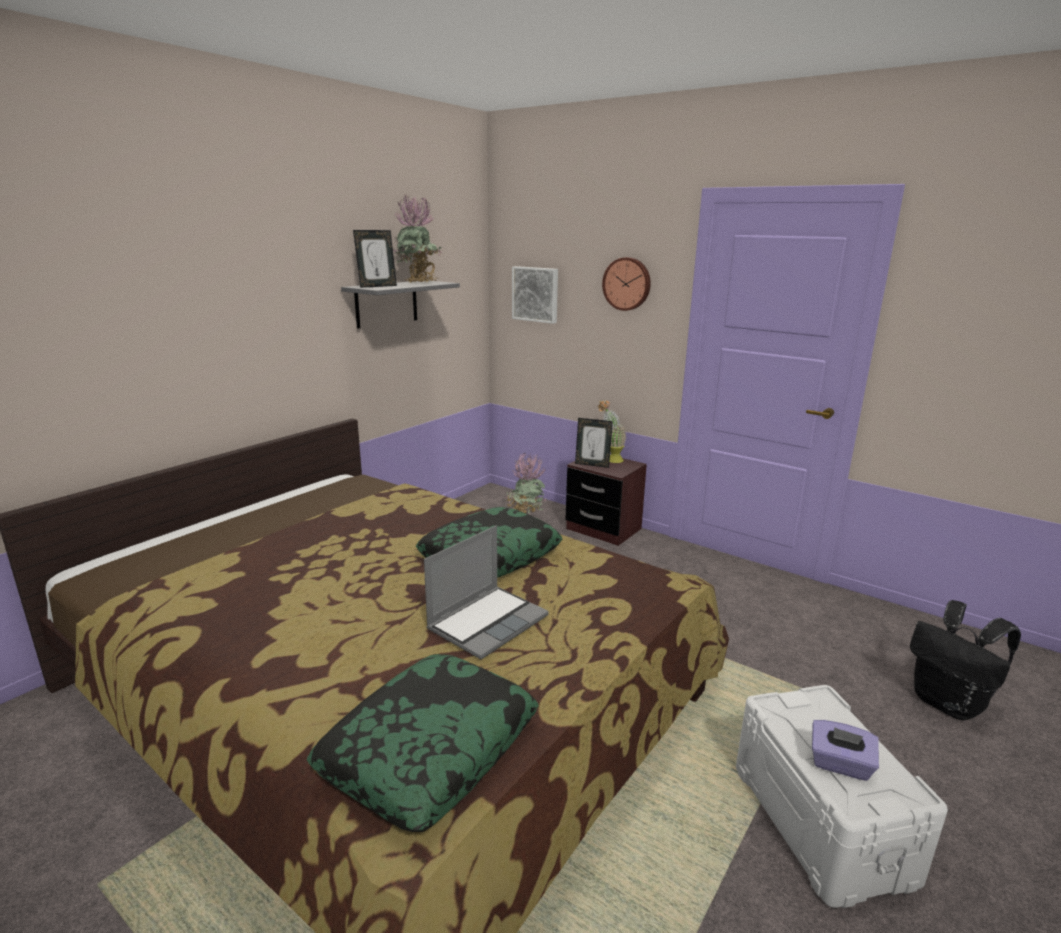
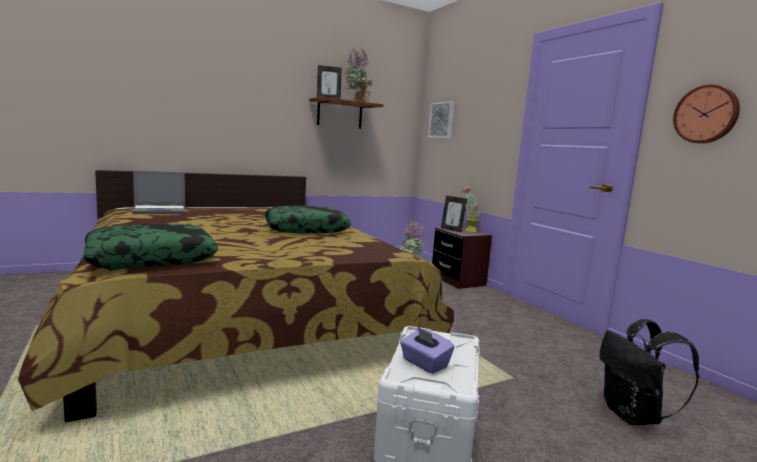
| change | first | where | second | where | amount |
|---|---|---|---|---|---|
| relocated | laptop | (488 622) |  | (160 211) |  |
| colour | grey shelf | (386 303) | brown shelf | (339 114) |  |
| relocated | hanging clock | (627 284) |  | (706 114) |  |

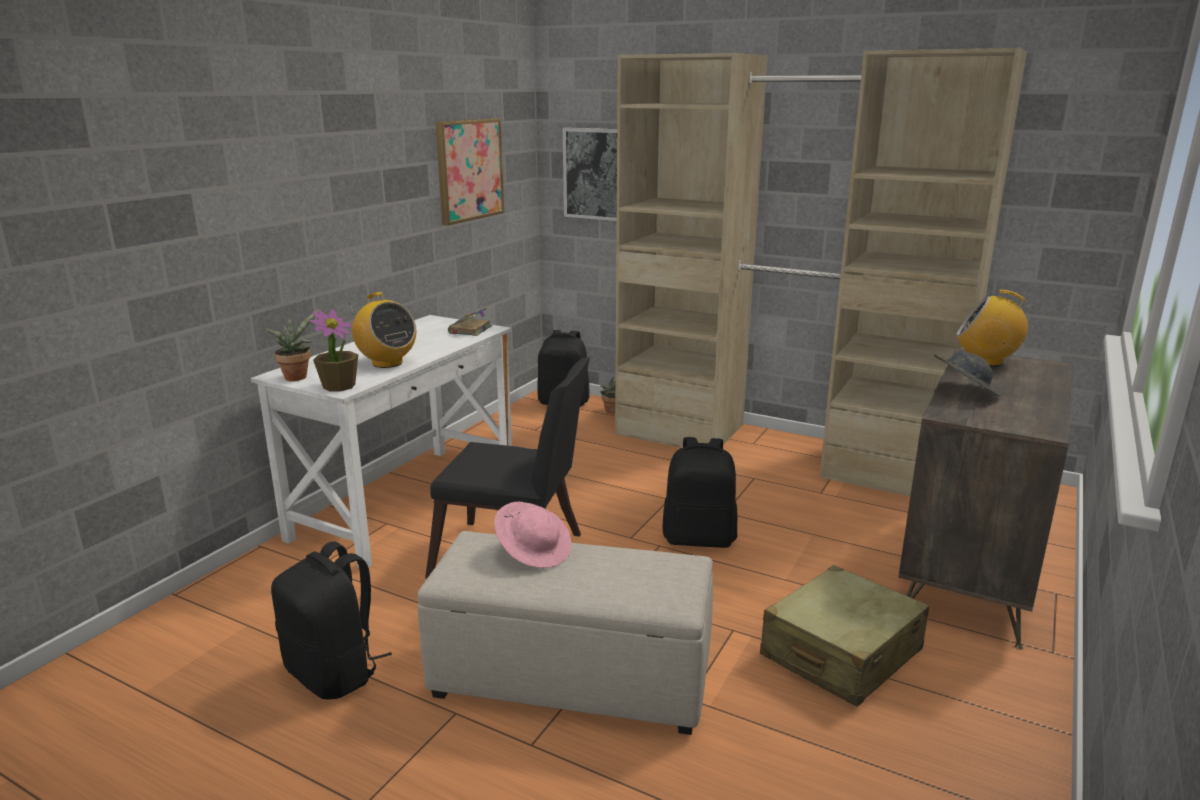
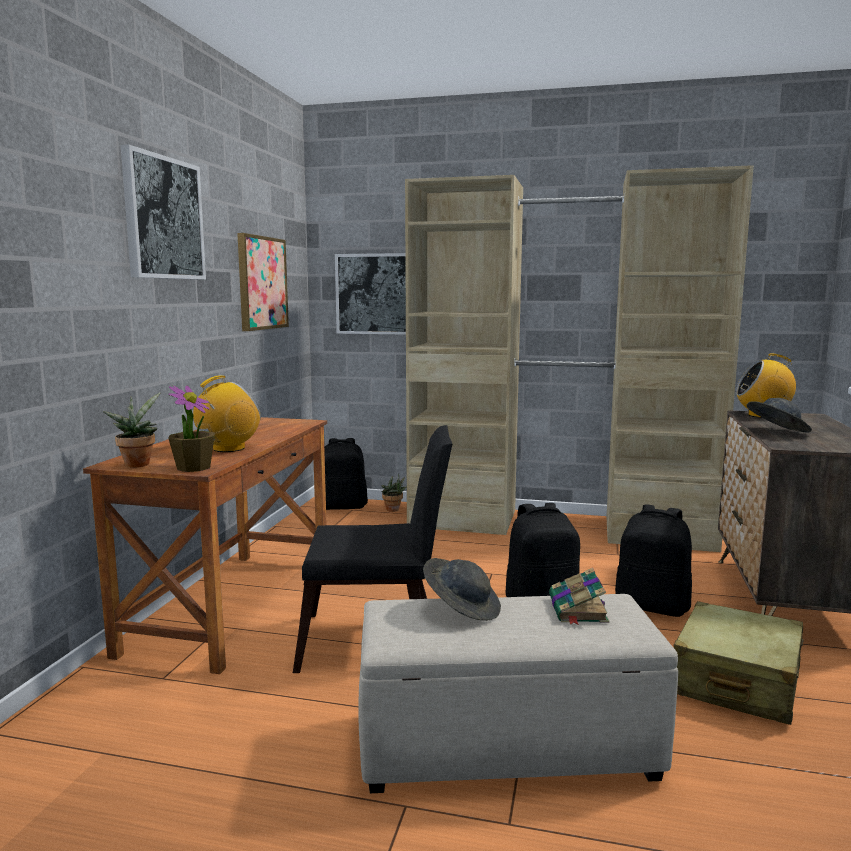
| change | first | where | second | where | amount |
|---|---|---|---|---|---|
| colour | white-coloured desk unit | (406 502) | brown desk unit | (232 605) |  |
| appeared |  |  | picture | (163 218) |  |
| spun | radio | (387 363) |  | (228 449) | 75 degrees counterclockwise |
| colour | pink-coloured wearable hat | (534 551) | grey wearable hat | (462 608) |  |
| relocated | bound book | (469 330) |  | (578 610) |  |
| relocated | blackish knapsack | (334 673) |  | (652 606) |  |

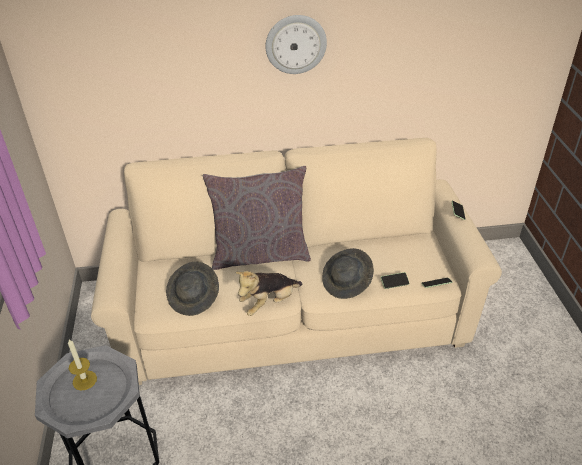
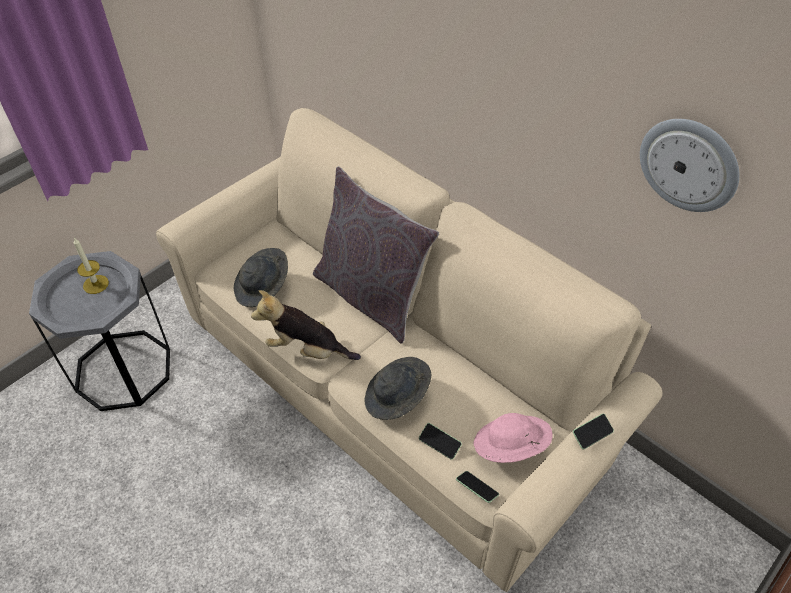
| change | first | where | second | where | amount |
|---|---|---|---|---|---|
| appeared |  |  | pink-coloured wearable hat | (510 447) |  |
| relocated | hanging clock | (295 44) |  | (689 164) |  |

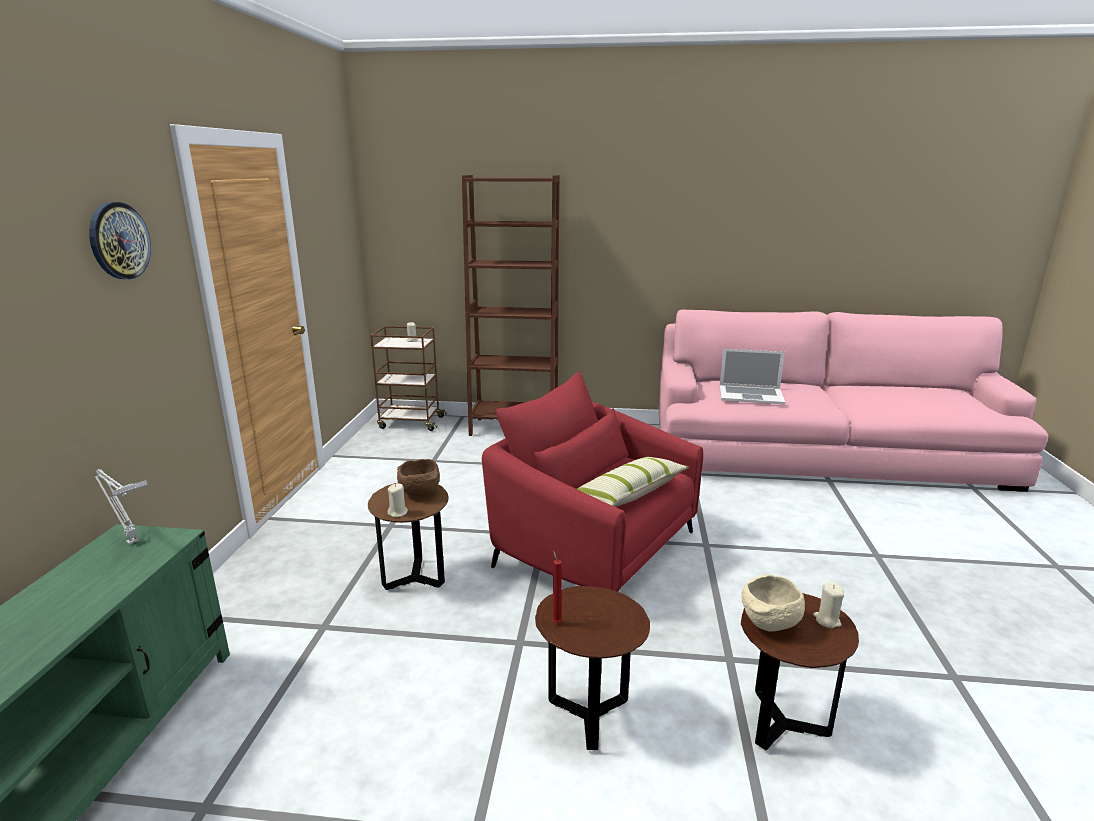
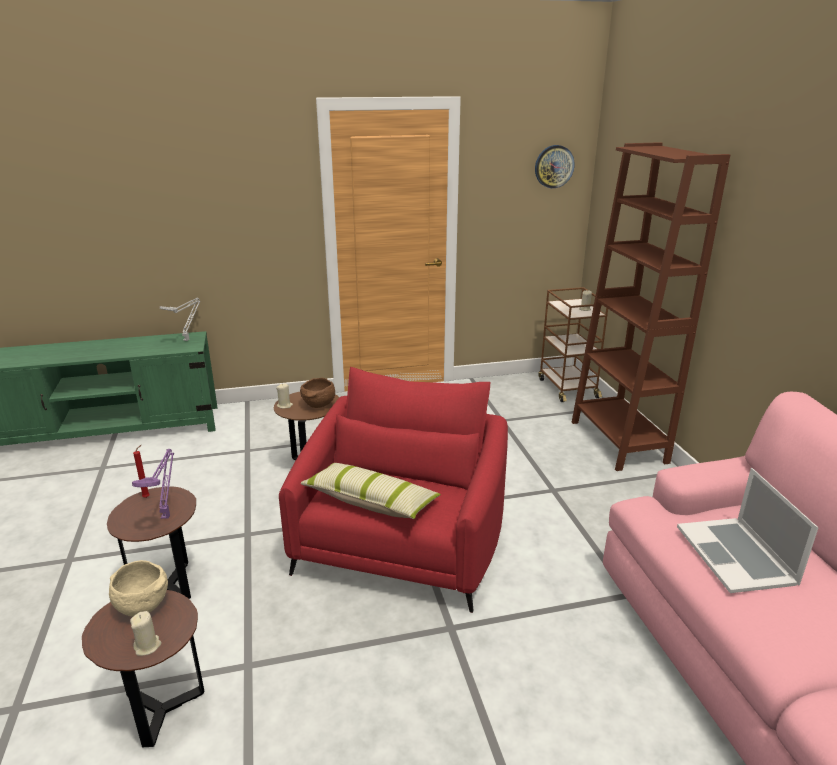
| change | first | where | second | where | amount |
|---|---|---|---|---|---|
| appeared |  |  | purple-coloured lamp for a table | (166 515) |  |
| relocated | hanging clock | (119 241) |  | (554 166) |  |

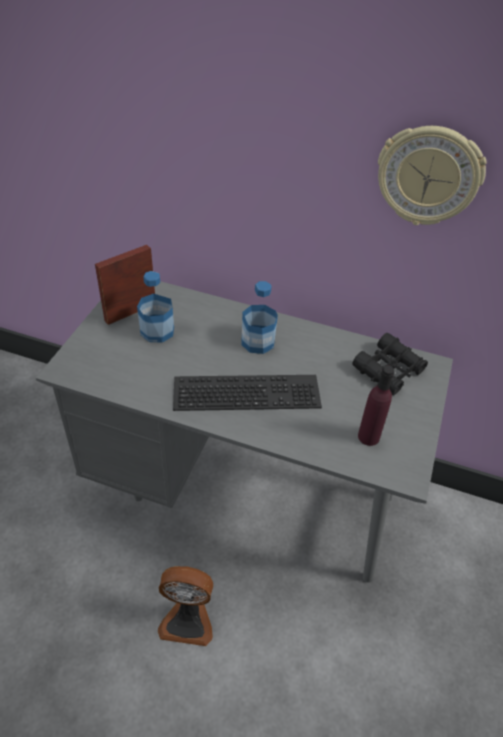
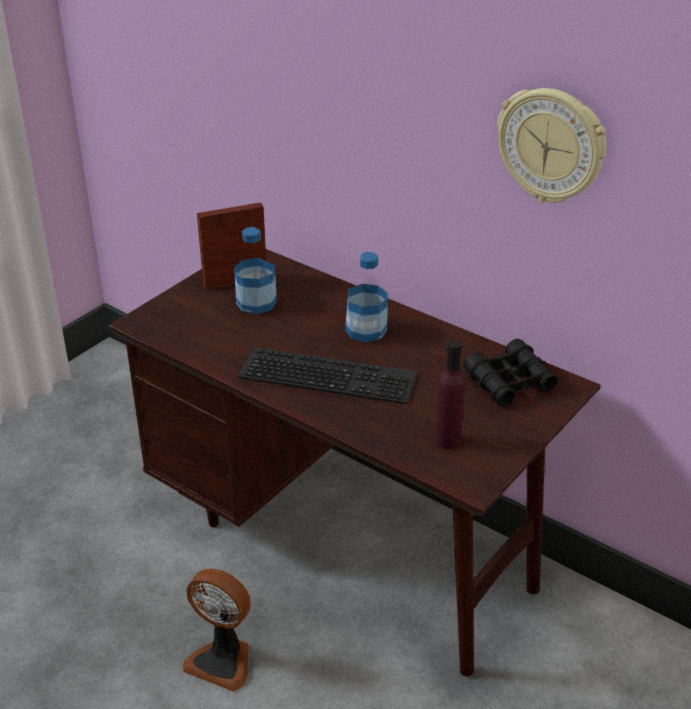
| change | first | where | second | where | amount |
|---|---|---|---|---|---|
| colour | grey desk unit | (244 490) | brown desk unit | (346 543) |  |

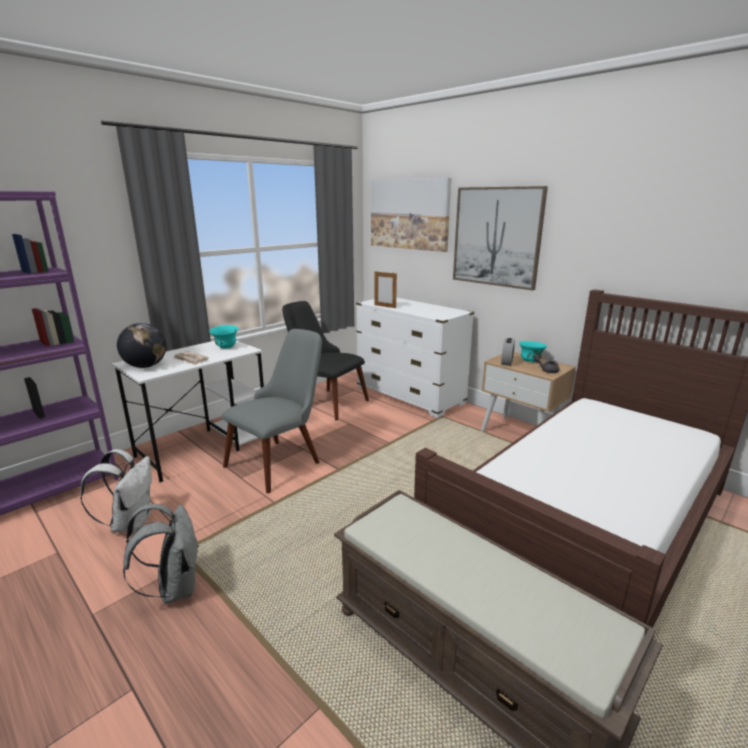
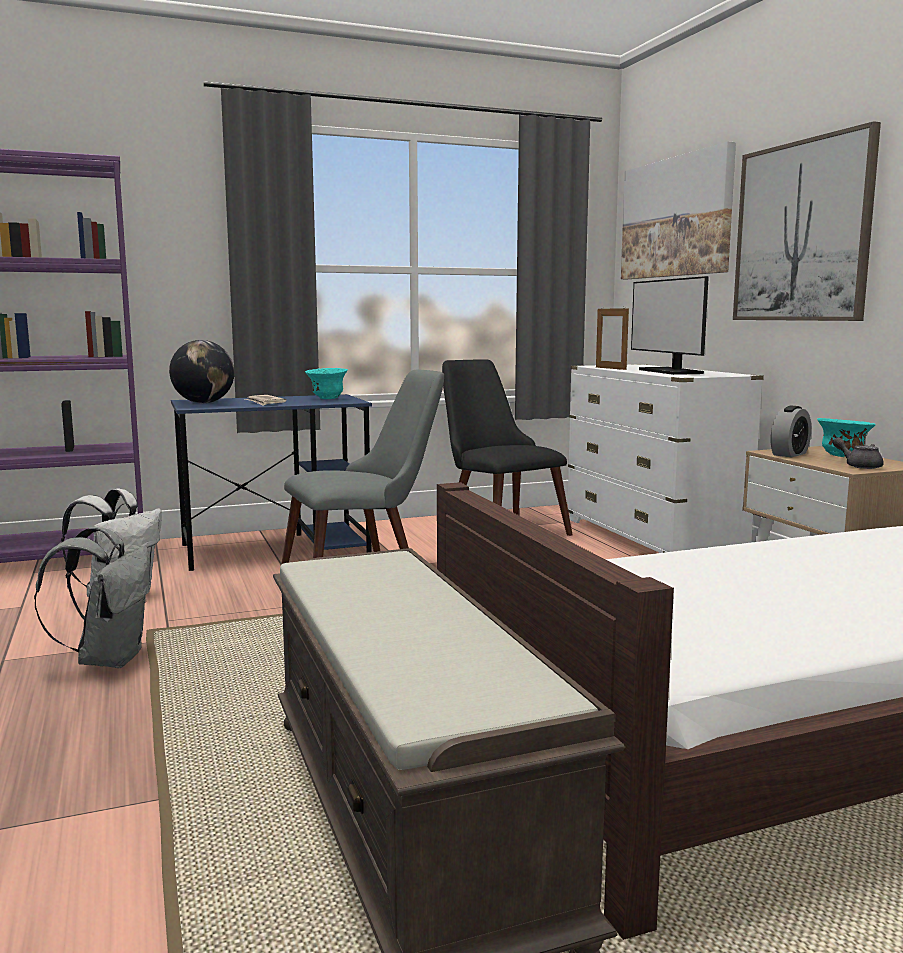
| change | first | where | second | where | amount |
|---|---|---|---|---|---|
| colour | white-coloured desk unit | (204 447) | blue-coloured desk unit | (277 548) |  |
| appeared |  |  | computer screen | (670 372) |  |

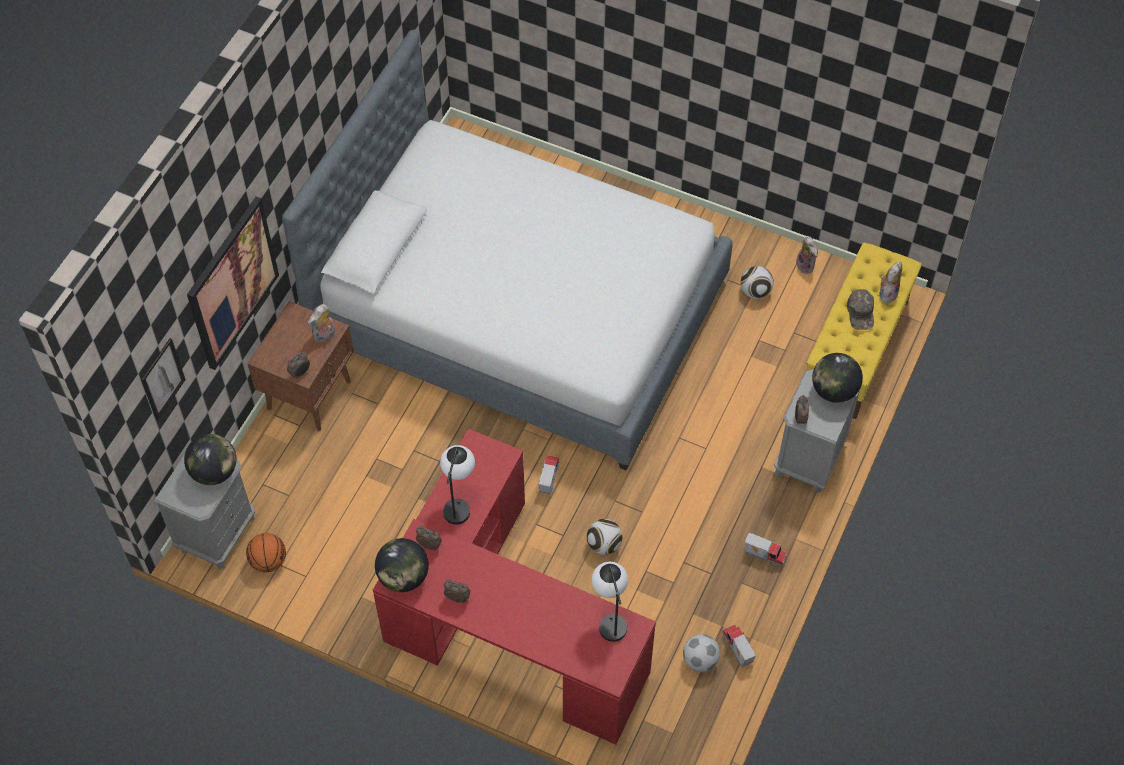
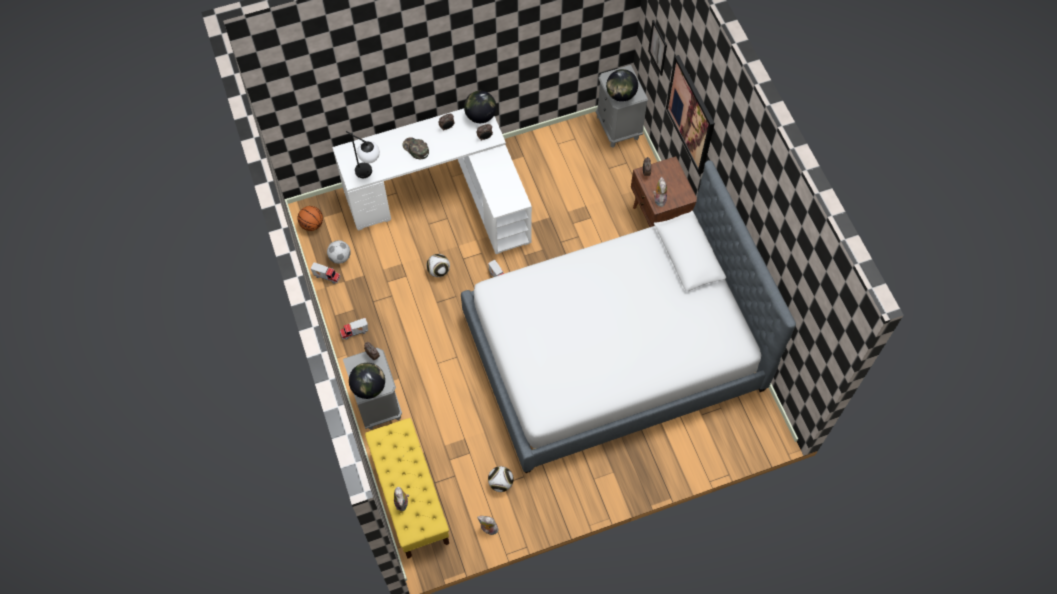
| change | first | where | second | where | amount |
|---|---|---|---|---|---|
| relocated | ball for basketball | (268 561) |  | (312 224) |  |
| colour | reddish desk unit | (504 627) | white-coloured desk unit | (445 197) |  |
| relocated | green-coloured cap | (861 312) |  | (415 149) |  |
| missing | lamp for a table | (459 502) |  |  |  |

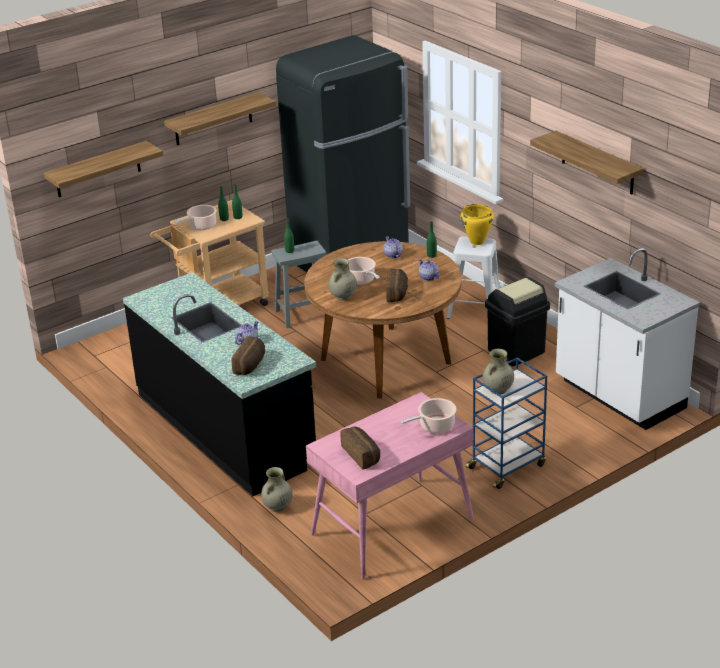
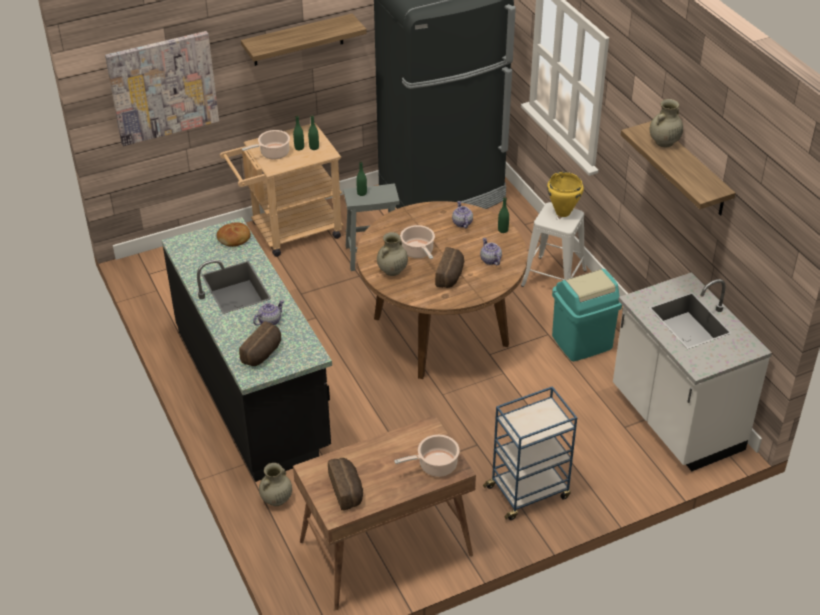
| change | first | where | second | where | amount |
|---|---|---|---|---|---|
| exchanged | shelf | (98 170) | picture | (163 87) |  |
| appeared |  |  | baked bread | (234 239) |  |
| colour | pink-coloured desk unit | (392 528) | brown desk unit | (385 549) |  |
| colour | blackish trash can | (516 352) | turquoise trash can | (582 342) |  |
| relocated | sand-coloured decorative vase | (497 390) |  | (664 142) |  |

